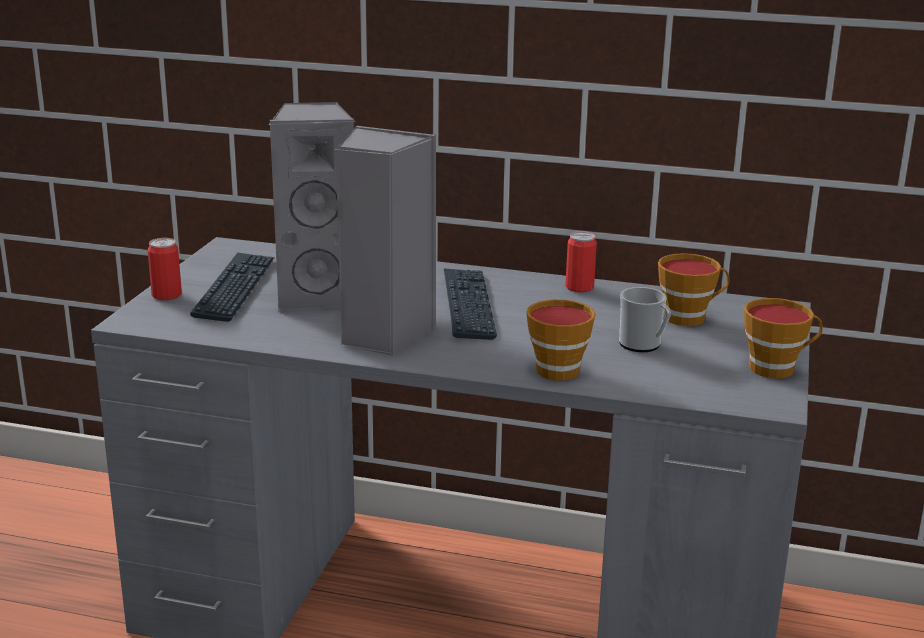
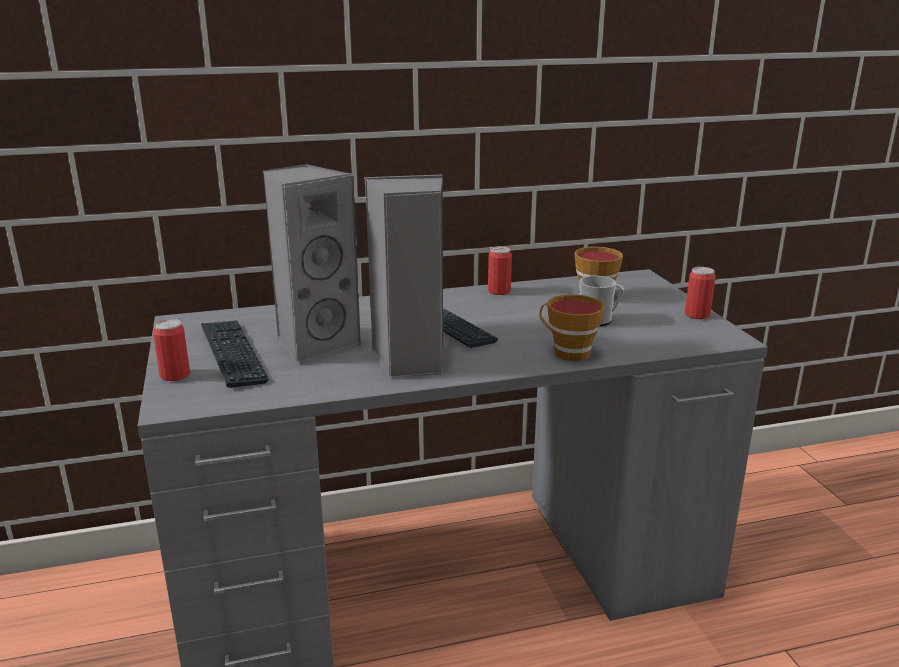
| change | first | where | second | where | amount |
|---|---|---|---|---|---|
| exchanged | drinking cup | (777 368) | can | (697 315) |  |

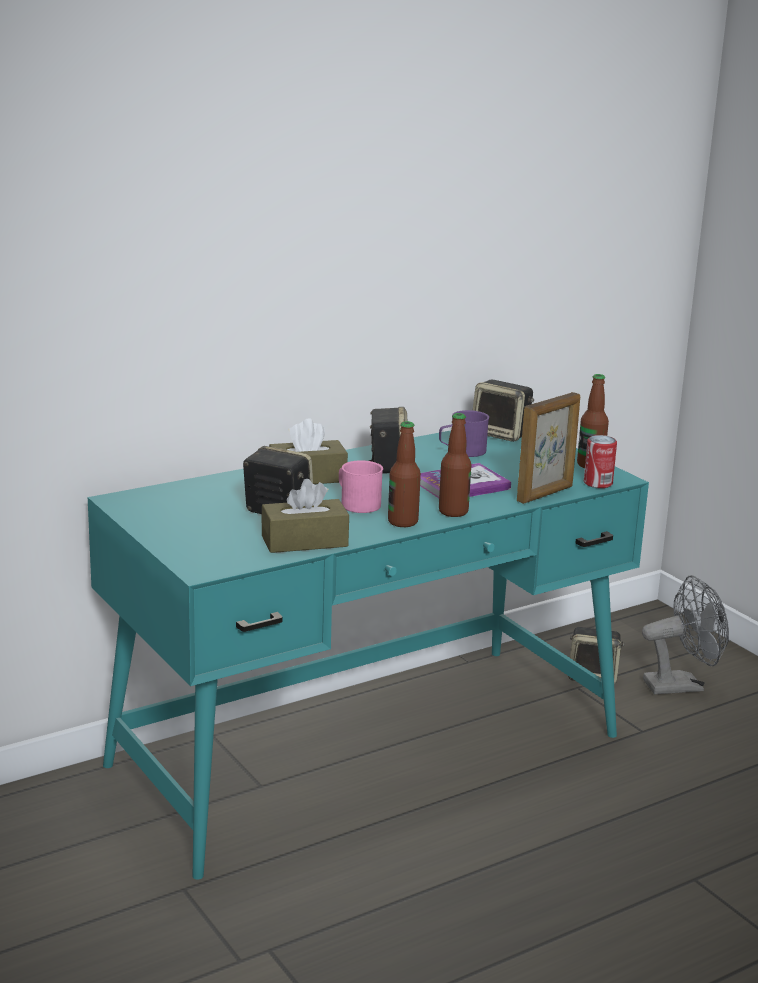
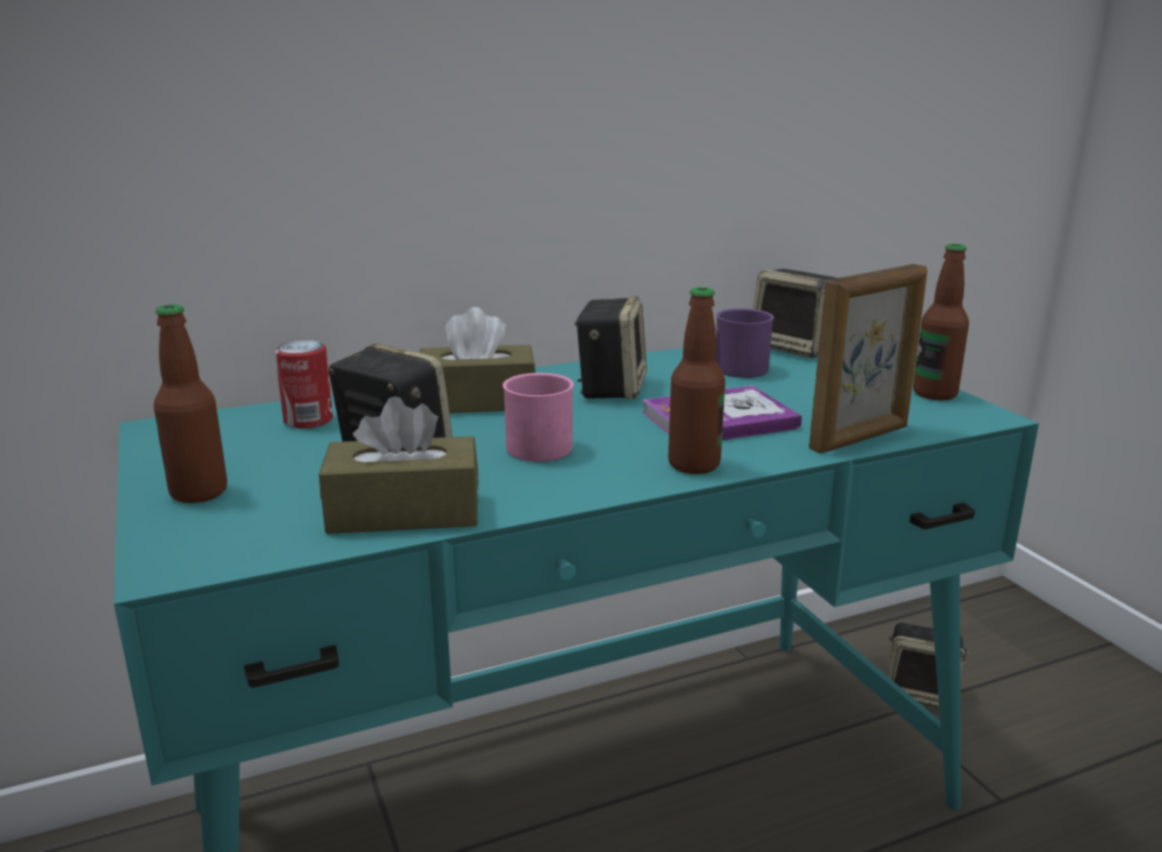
| change | first | where | second | where | amount |
|---|---|---|---|---|---|
| relocated | drink bottle | (403 522) |  | (199 492) |  |
| relocated | can | (598 483) |  | (308 420) |  |
| missing | grey fan | (681 685) |  |  |  |

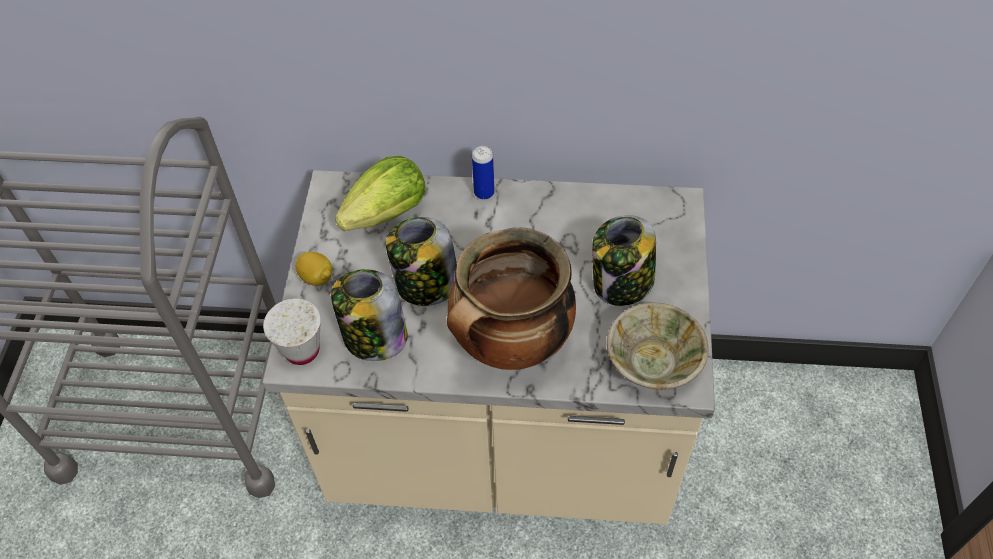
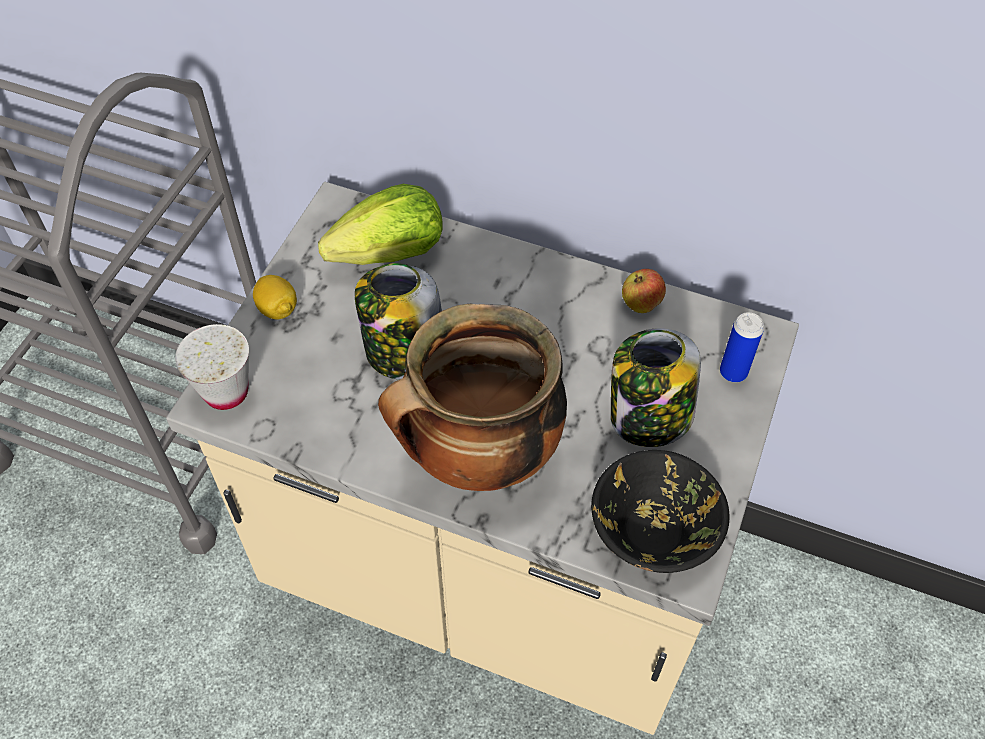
| change | first | where | second | where | amount |
|---|---|---|---|---|---|
| colour | sand-coloured bowl | (654 361) | blackish bowl | (655 529) |  |
| appeared |  |  | apple | (641 303) |  |
| relocated | can | (484 192) |  | (733 372) |  |
| missing | storage jar | (374 337) |  |  |  |

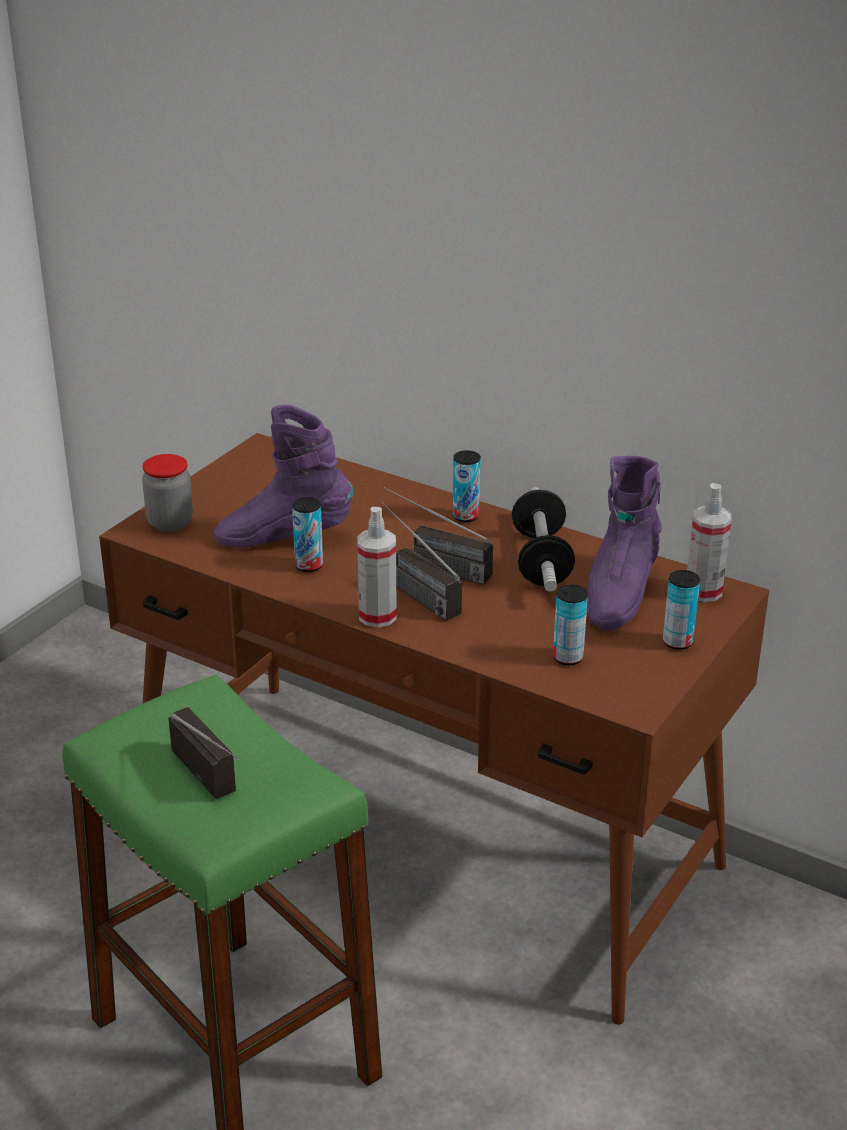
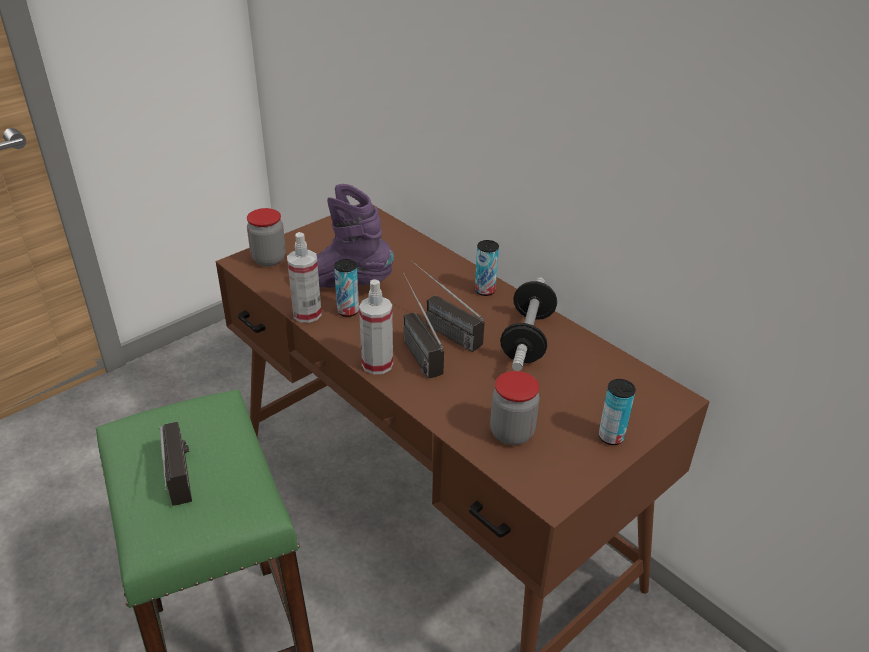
| change | first | where | second | where | amount |
|---|---|---|---|---|---|
| relocated | hand sprayer | (703 591) |  | (307 314) |  |
| exchanged | can | (567 657) | storage jar | (511 433) |  |
| missing | purple-coloured tall boot | (619 593) |  |  |  |

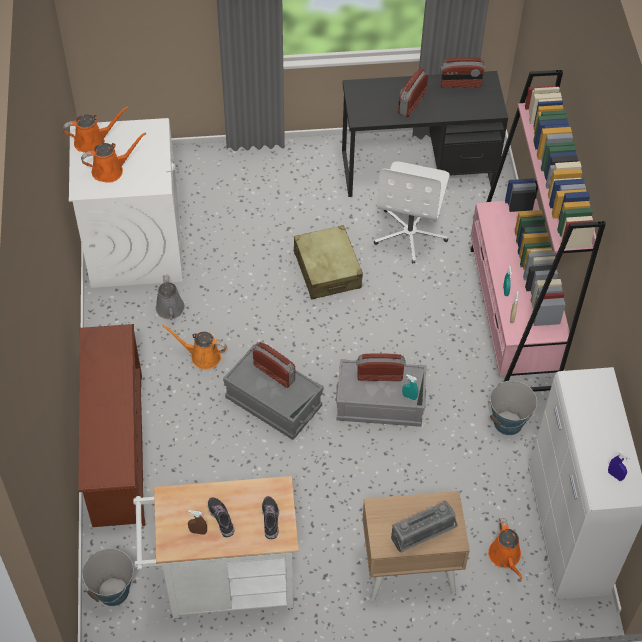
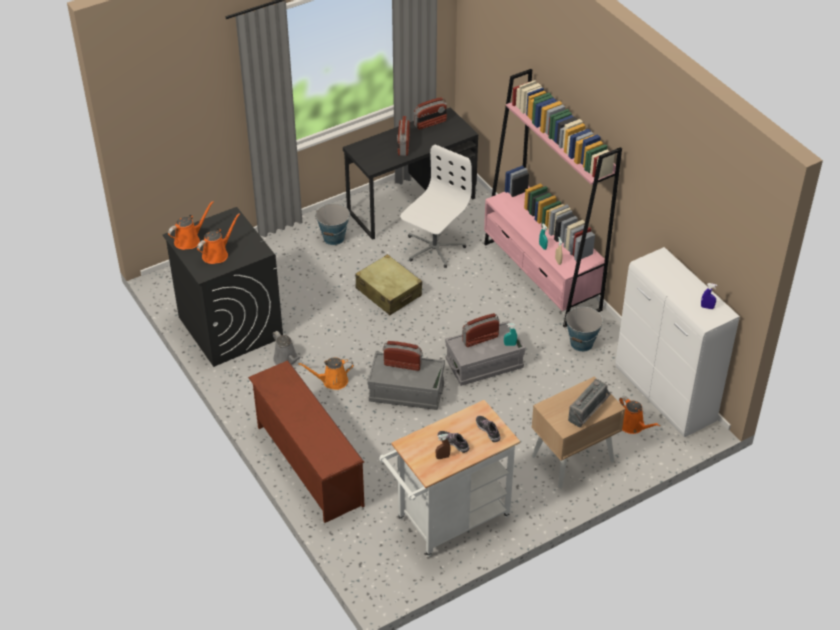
| change | first | where | second | where | amount |
|---|---|---|---|---|---|
| colour | white-coloured laundry appliance | (135 246) | blackish laundry appliance | (229 327) |  |
| relocated | water bucket | (113 591) |  | (334 238) |  |
| spun | white-coloured computer chair | (410 233) |  | (434 248) | 135 degrees counterclockwise |

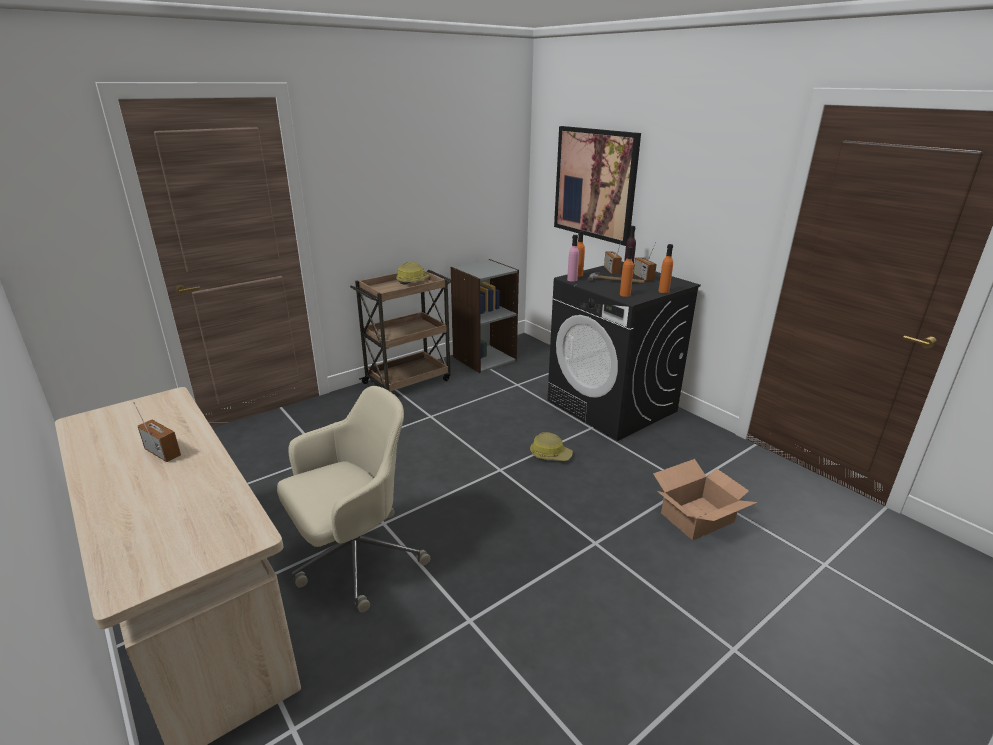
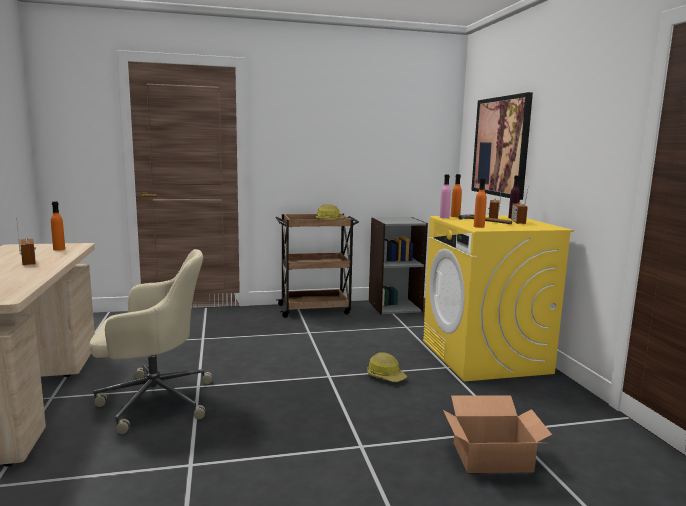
| change | first | where | second | where | amount |
|---|---|---|---|---|---|
| relocated | orange-coloured drink bottle | (663 291) |  | (59 249) |  |
| colour | blackish laundry appliance | (612 406) | yellow laundry appliance | (485 357) |  |

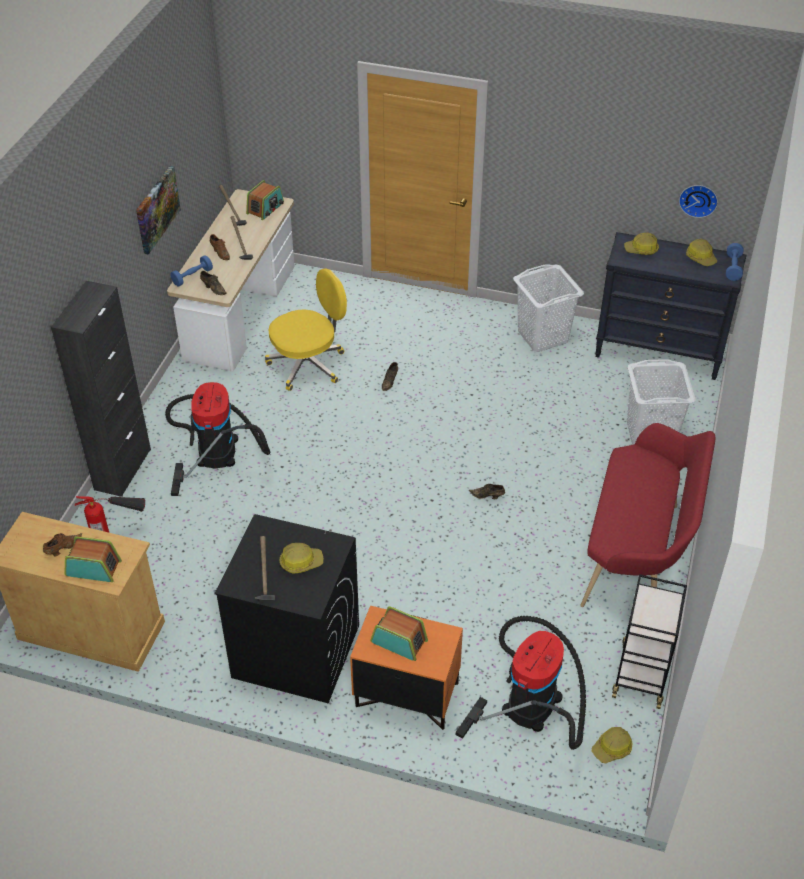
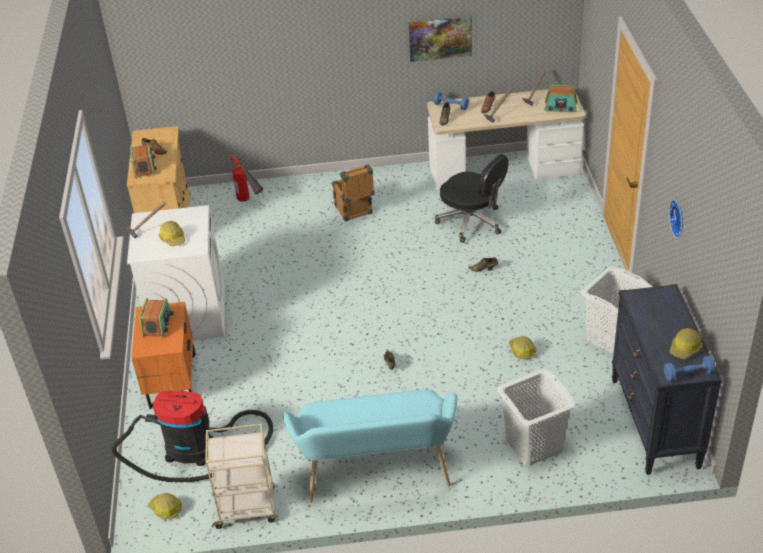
| change | first | where | second | where | amount |
|---|---|---|---|---|---|
| colour | blackish laundry appliance | (295 651) | white-coloured laundry appliance | (188 314) |  |
| colour | blackish wheeled cart | (641 673) | sand-coloured wheeled cart | (247 508) |  |
| colour | reddish long seat | (638 554) | turquoise long seat | (376 474) |  |
| exchanged | hoover | (216 447) | packing crate | (355 212) |  |
| colour | yellow computer chair | (308 364) | blackish computer chair | (472 222) |  |
| relocated | work helmet | (641 250) |  | (522 351) |  |
| relocated | hanging clock | (698 199) |  | (678 218) |  |
| missing | blackish cabinet | (123 469) |  |  |  |

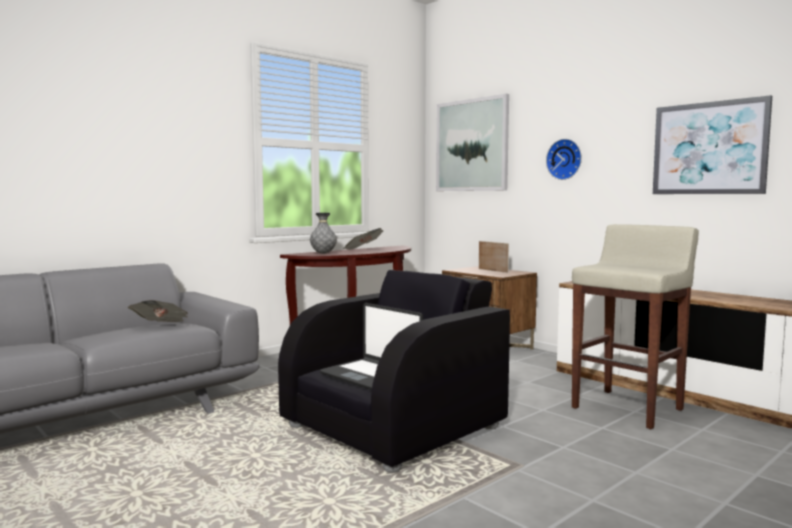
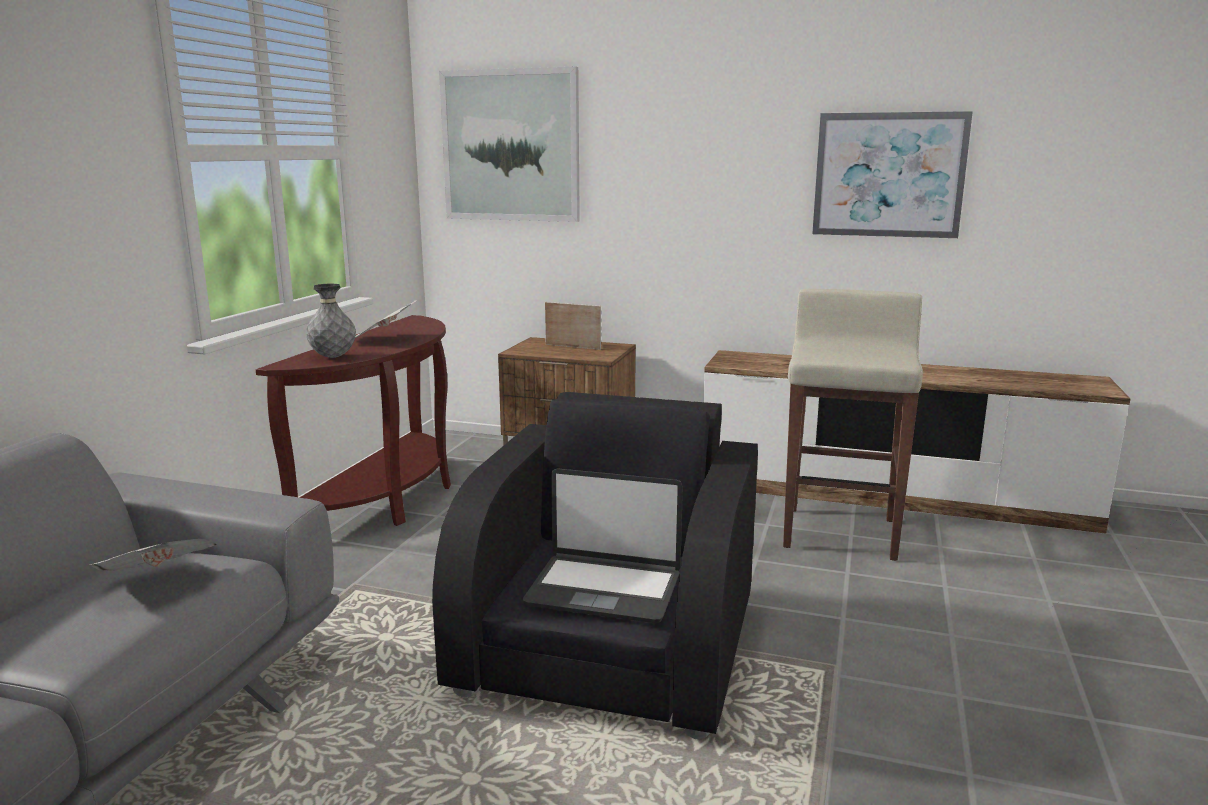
| change | first | where | second | where | amount |
|---|---|---|---|---|---|
| missing | hanging clock | (565 159) |  |  |  |

